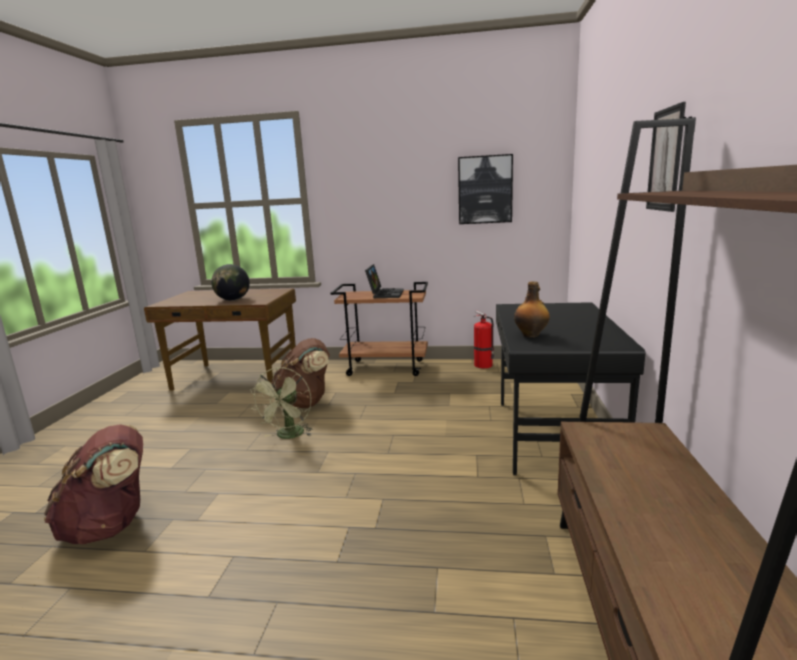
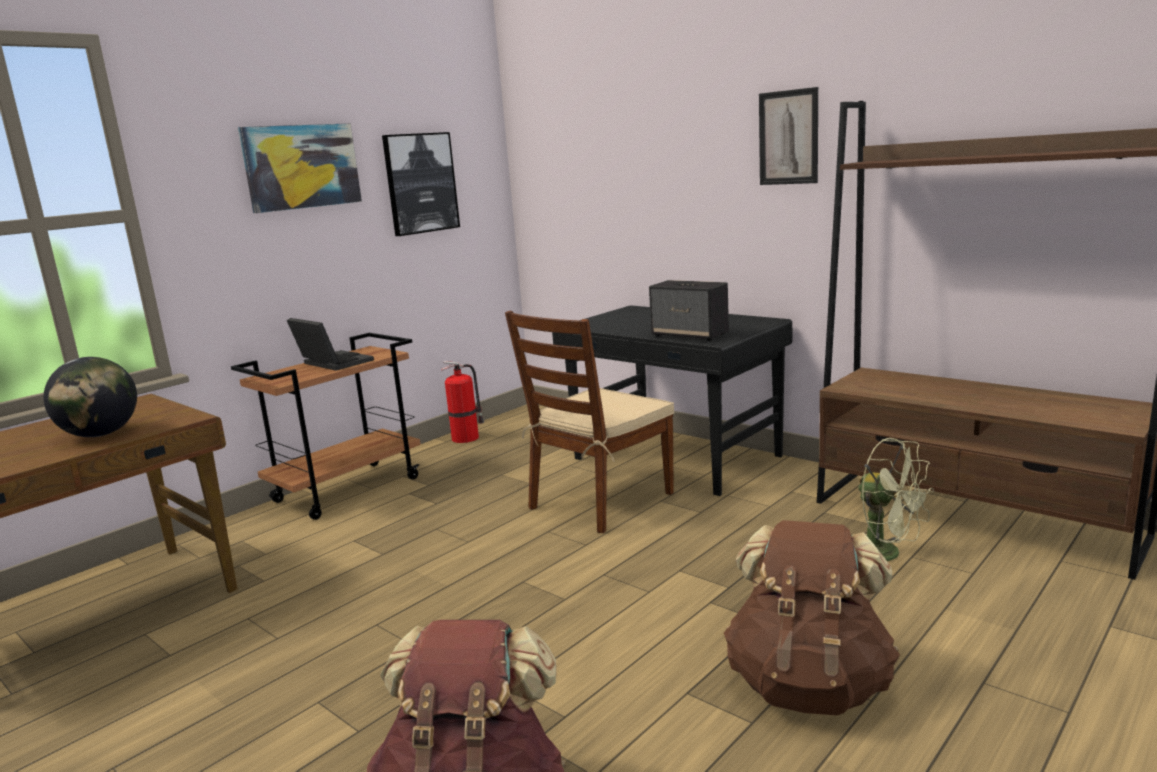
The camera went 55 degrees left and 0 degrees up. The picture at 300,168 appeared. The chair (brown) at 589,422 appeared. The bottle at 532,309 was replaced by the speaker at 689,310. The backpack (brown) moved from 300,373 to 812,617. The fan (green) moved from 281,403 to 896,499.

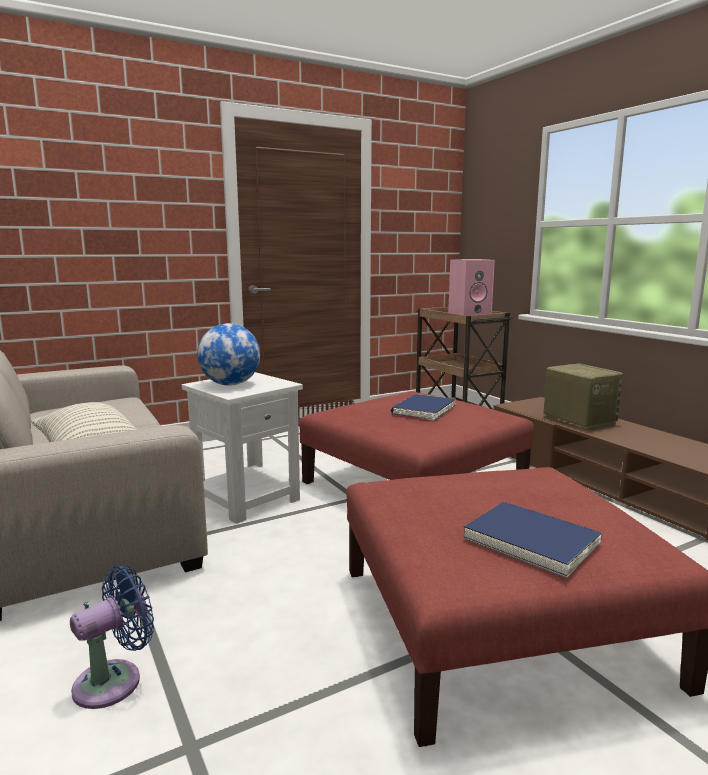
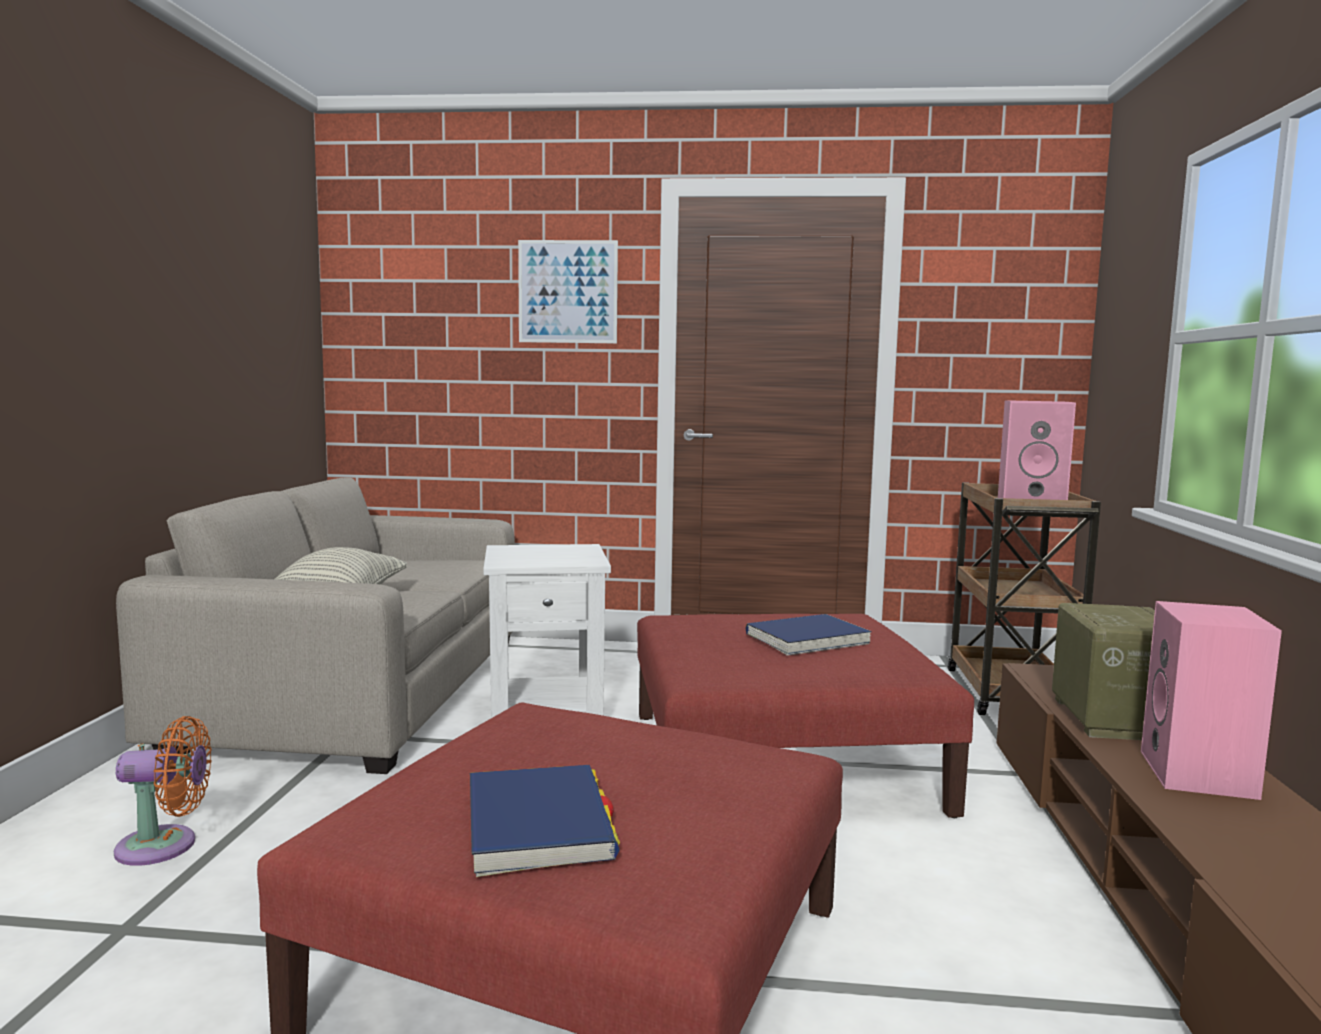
The camera went 35 degrees right and 5 degrees down. The fan (blue) at 112,637 became the fan (orange) at 163,791. The picture at 568,291 appeared. The speaker (pink) at 1211,700 appeared. The globe at 228,354 disappeared.

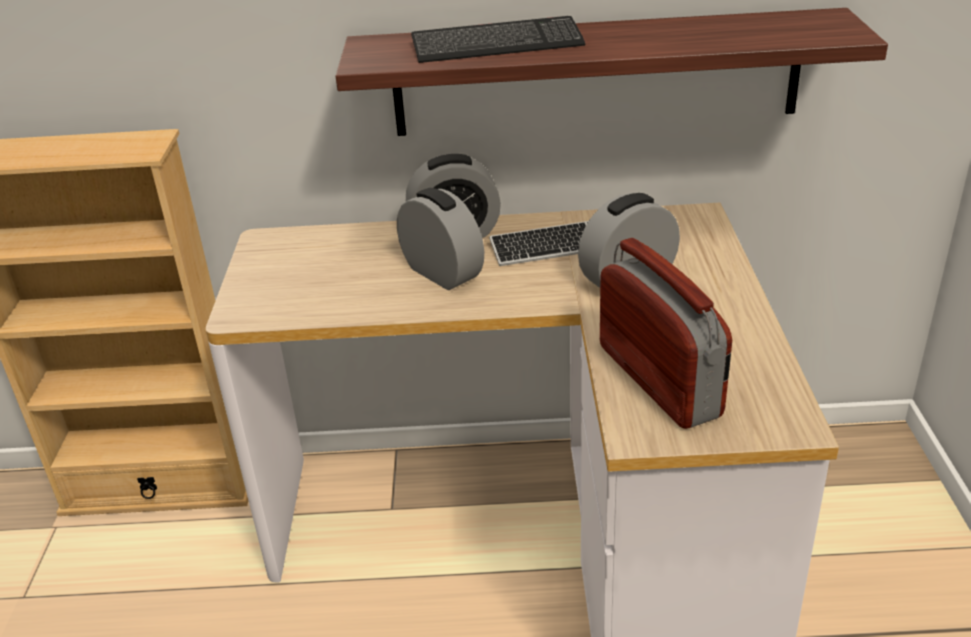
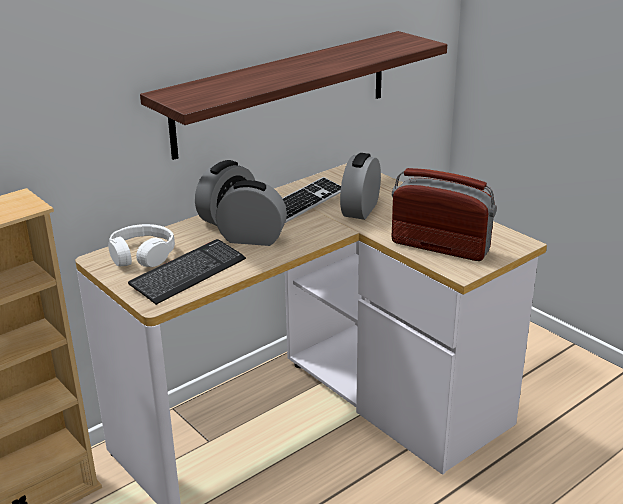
The camera went 40 degrees left and 5 degrees down. The headphones (white) at 141,245 appeared. The keyboard moved from 498,39 to 187,272.

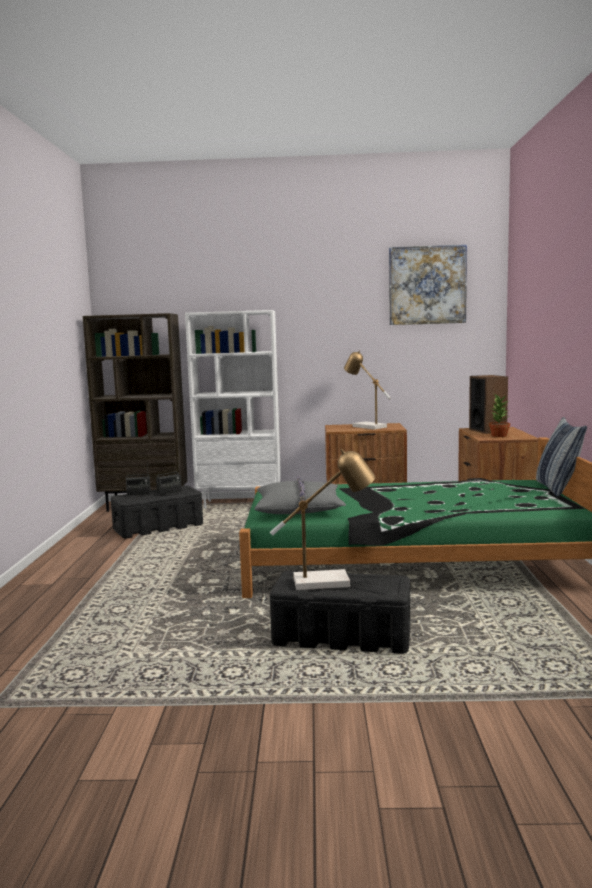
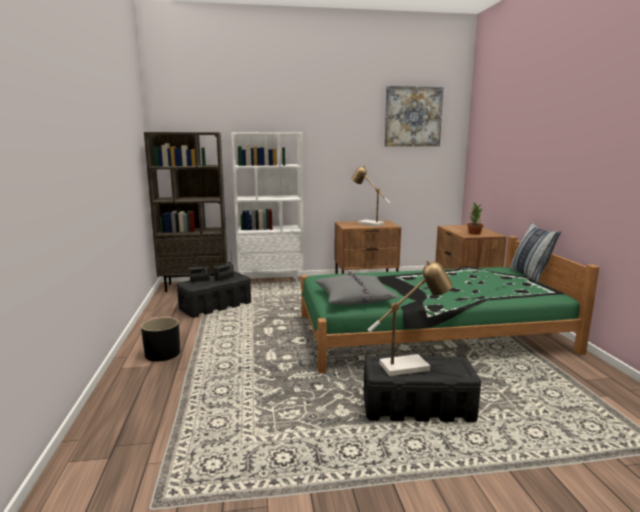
The camera went 10 degrees left and 5 degrees up. The planter (black) at 160,339 appeared. The speaker at 488,404 disappeared.

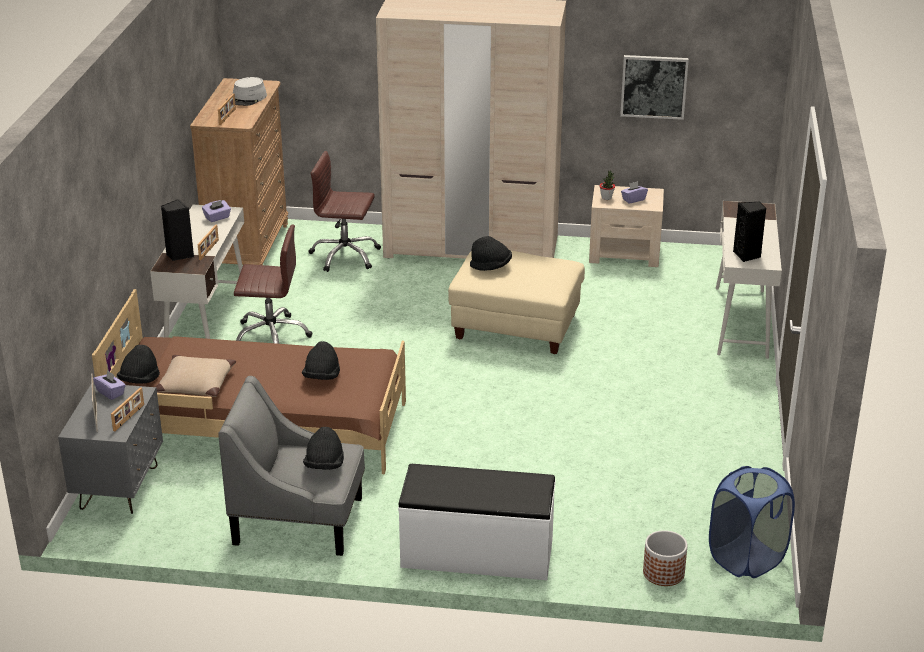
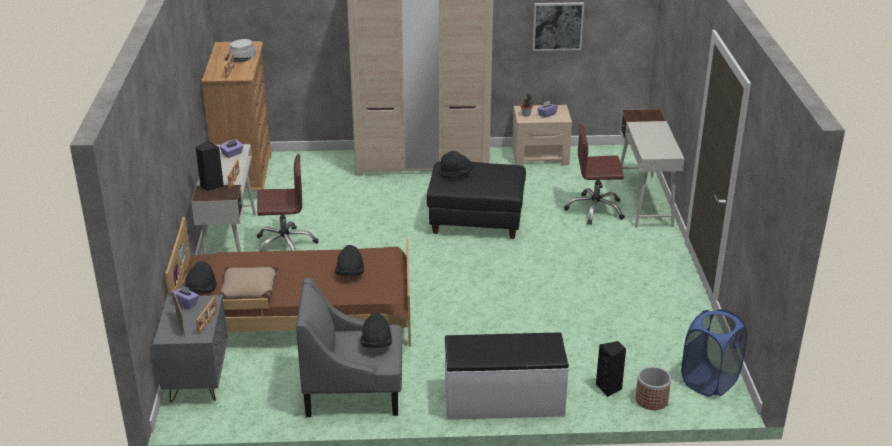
The camera went 10 degrees left and 0 degrees up. The ottoman (beige) at 516,302 became the ottoman (black) at 476,200. The office chair (brown) moved from 344,211 to 594,174. The speaker (black) moved from 749,232 to 611,369.

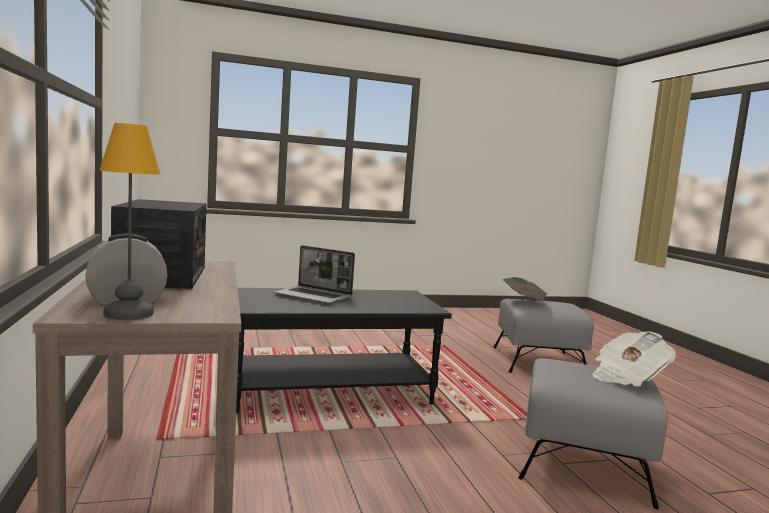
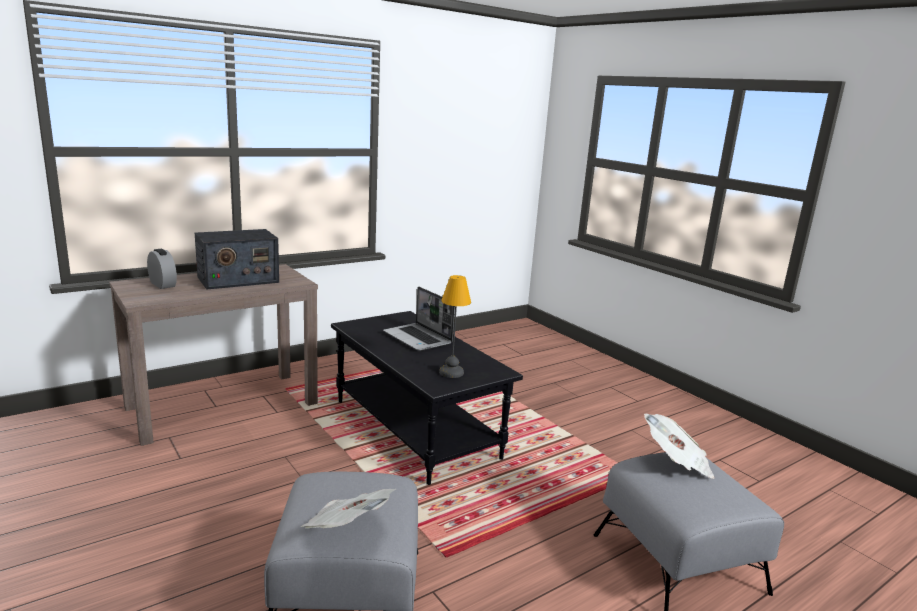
The camera went 70 degrees right and 10 degrees up. The laptop at 314,274 turned 45 degrees counterclockwise. The table lamp moved from 129,221 to 455,326.

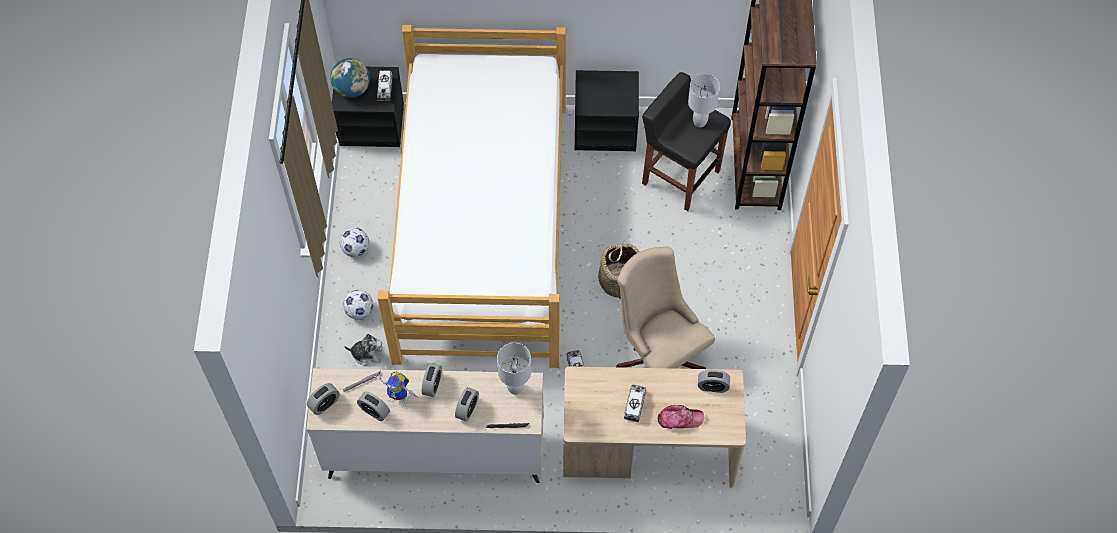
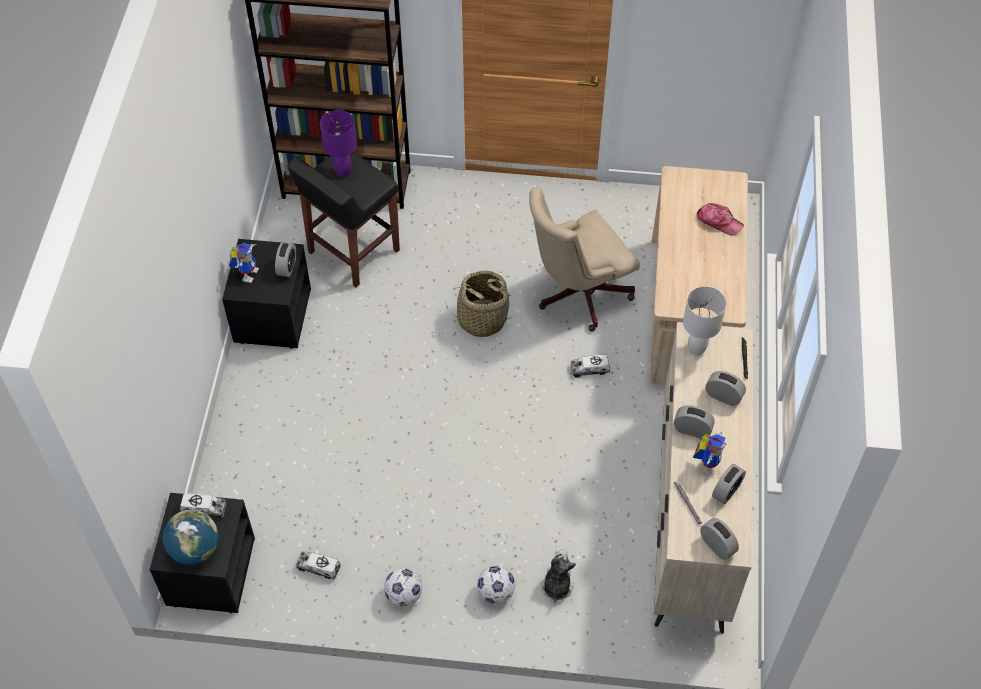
The camera went 85 degrees left and 5 degrees down. The toy robot at 244,263 appeared. The alarm clock moved from 714,381 to 285,259. The toy truck moved from 635,403 to 318,565. The table lamp (white) at 704,101 became the table lamp (purple) at 338,143. The cap at 680,417 turned 120 degrees clockwise. The bed at 472,196 disappeared.

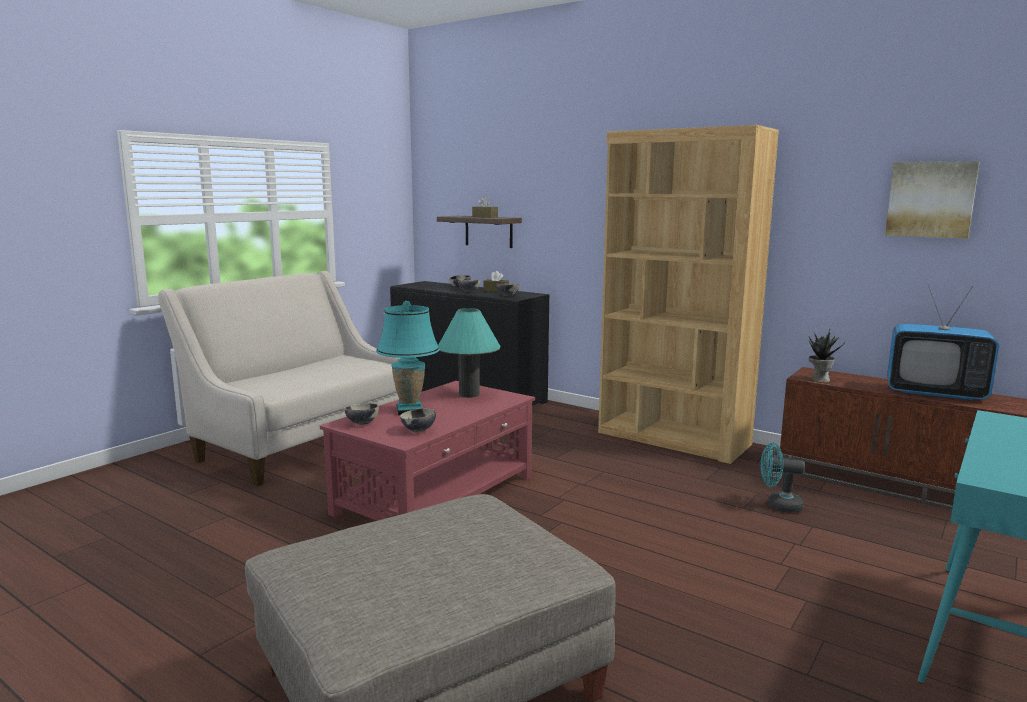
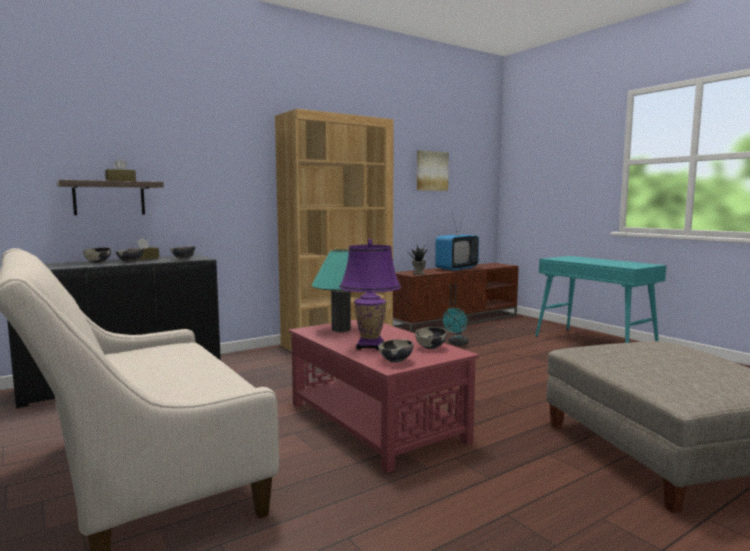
The camera went 70 degrees left and 5 degrees down. The table lamp (turquoise) at 408,358 became the table lamp (purple) at 370,294.

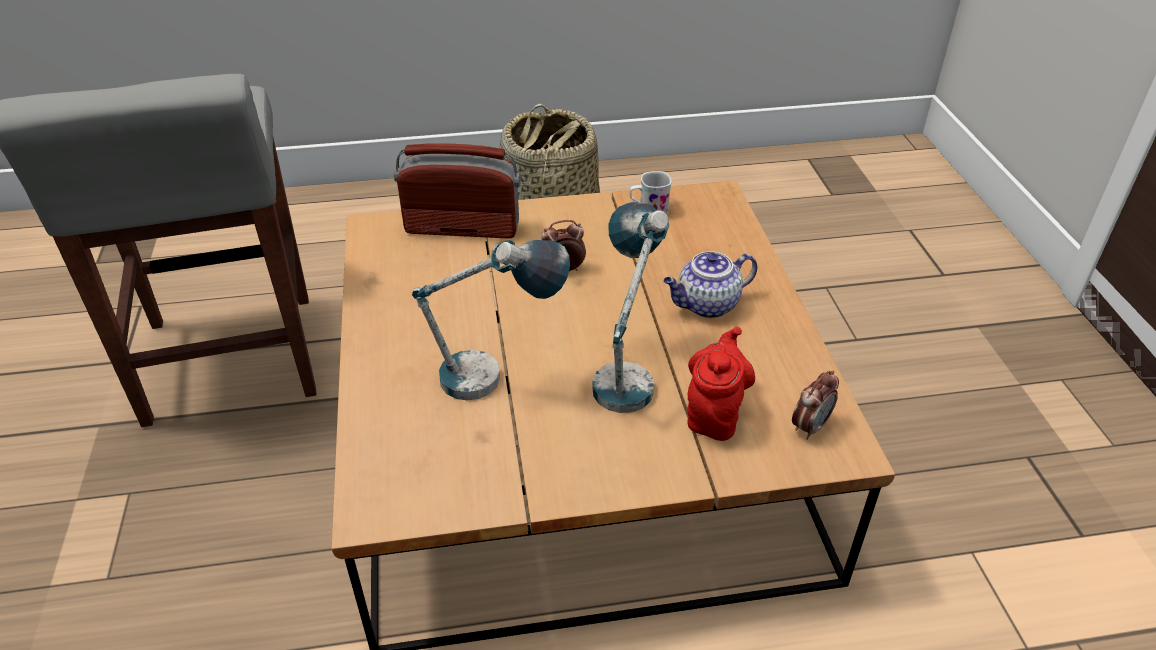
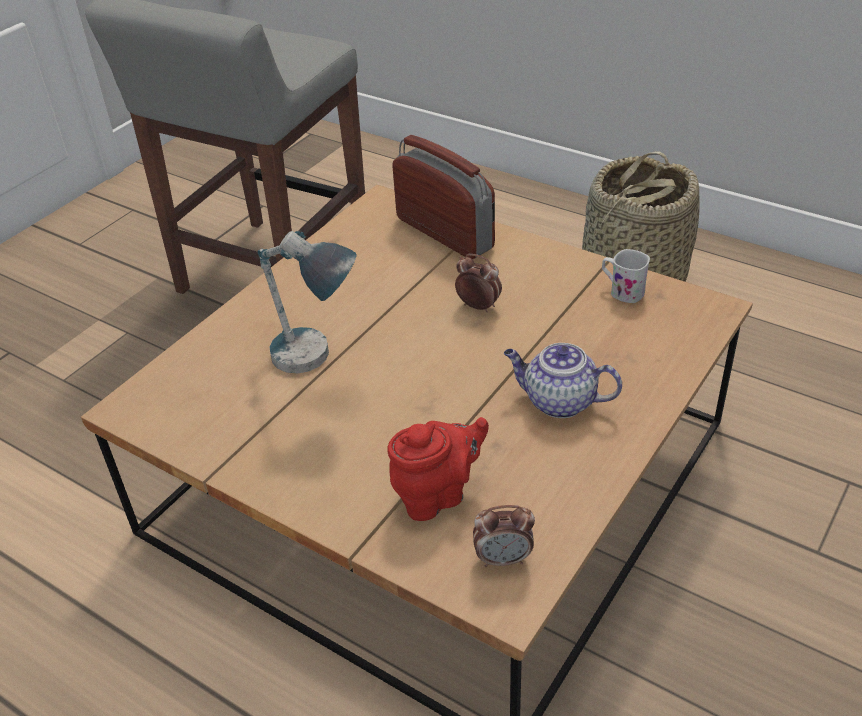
The camera went 45 degrees right and 0 degrees up. The table lamp at 631,307 disappeared.

